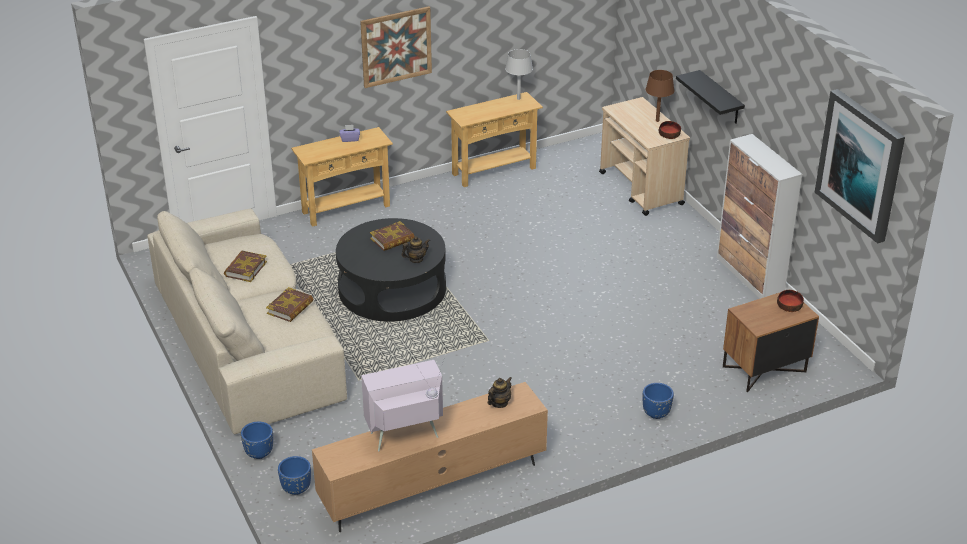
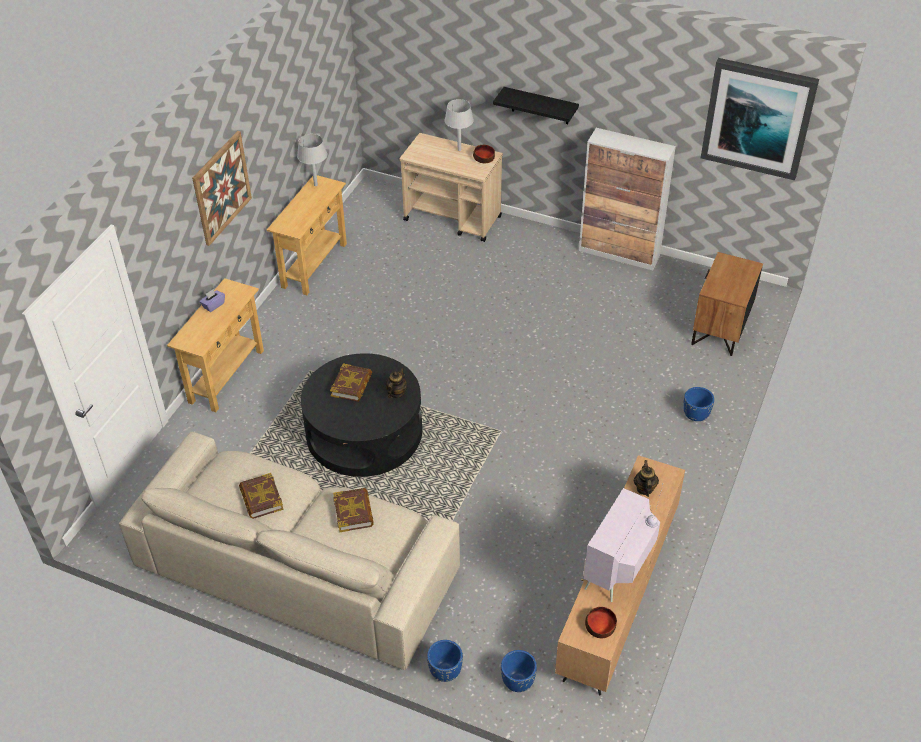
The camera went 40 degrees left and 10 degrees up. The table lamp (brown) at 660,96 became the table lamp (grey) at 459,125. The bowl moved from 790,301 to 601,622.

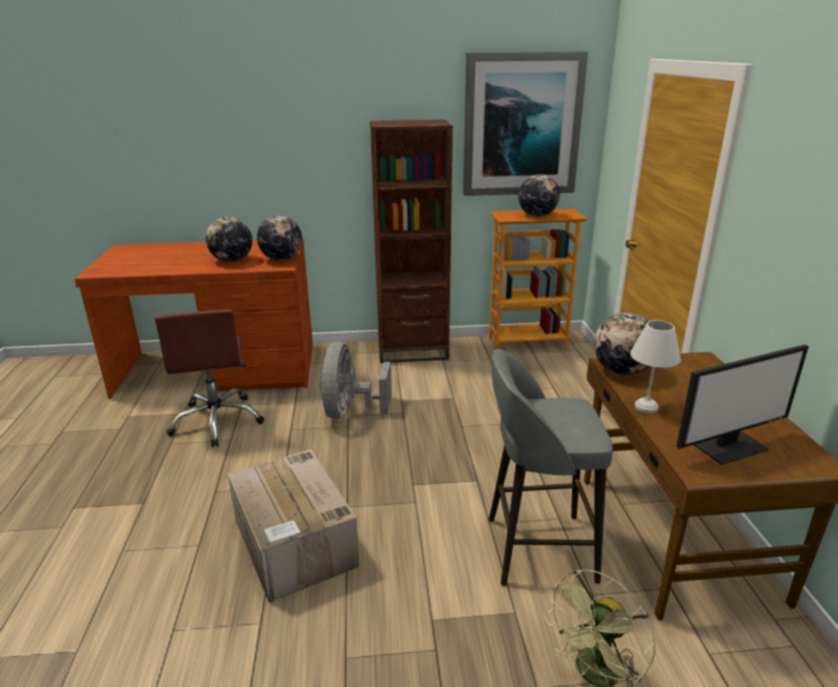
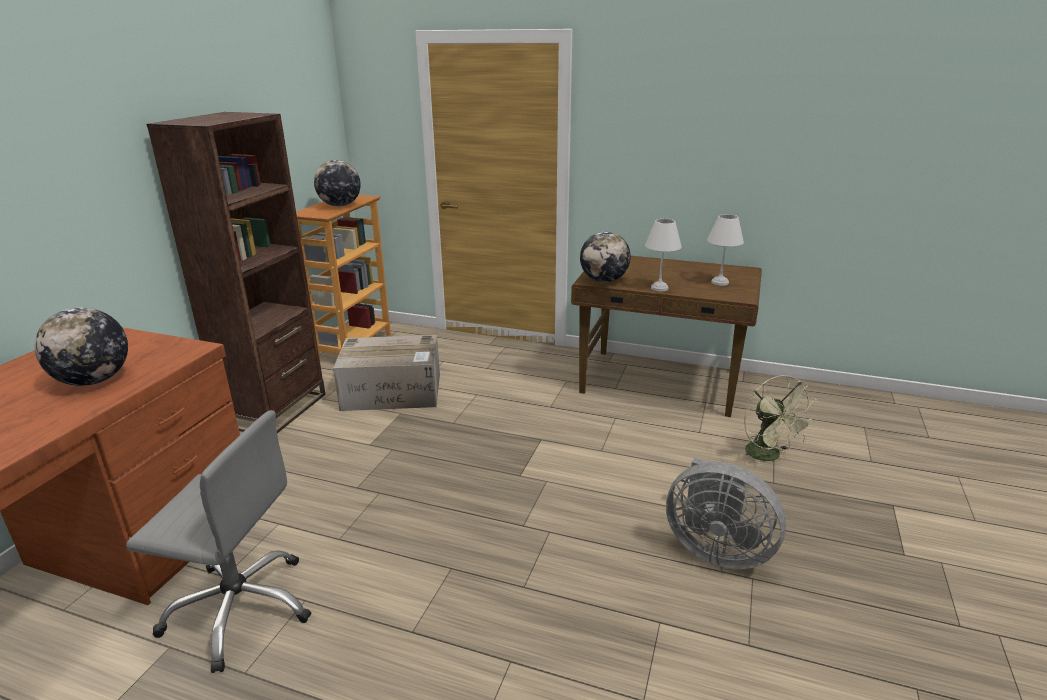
The camera went 65 degrees left and 0 degrees up. The office chair (brown) at 210,378 became the office chair (grey) at 218,541. The cardboard box moved from 294,526 to 386,373. The fan (grey) moved from 356,380 to 726,513. The monitor at 742,405 was replaced by the table lamp (white) at 725,250. The globe at 279,238 disappeared. The picture at 525,124 disappeared. The stool (grey) at 551,467 disappeared.

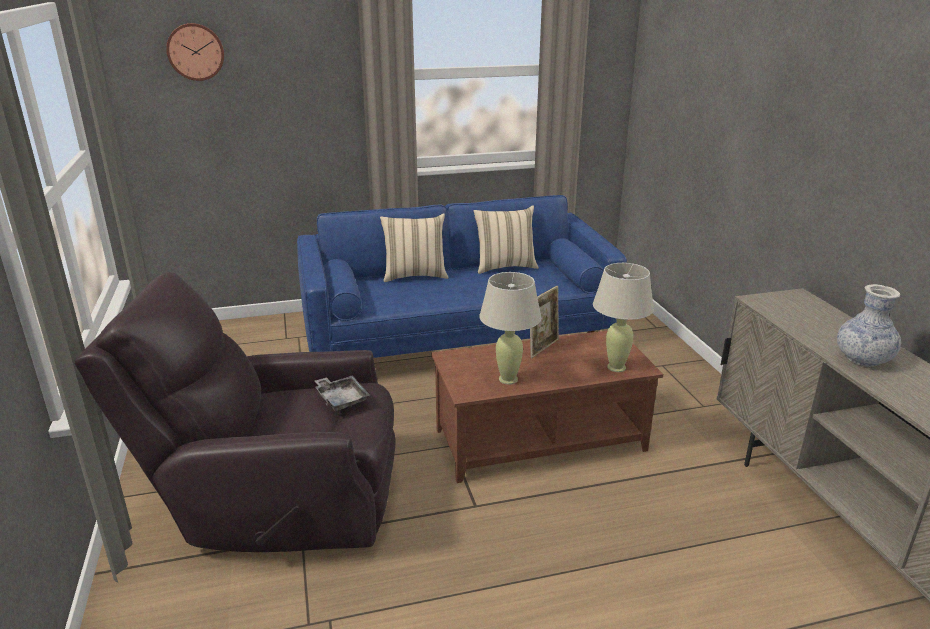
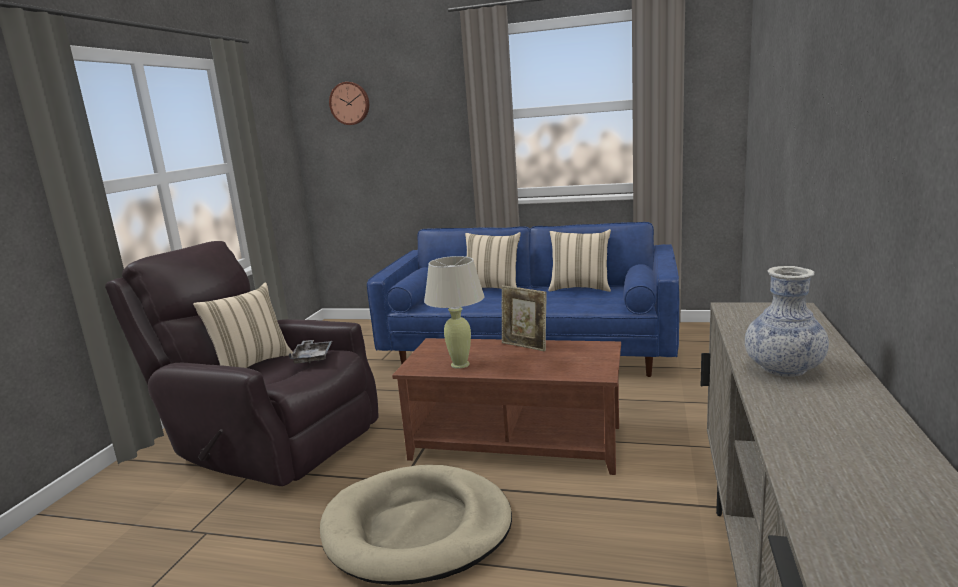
The camera went 30 degrees right and 10 degrees down. The pillow (beige) at 243,325 appeared. The dog bed (beige) at 416,525 appeared. The picture frame at 544,322 turned 60 degrees clockwise. The table lamp (beige) at 623,317 disappeared.

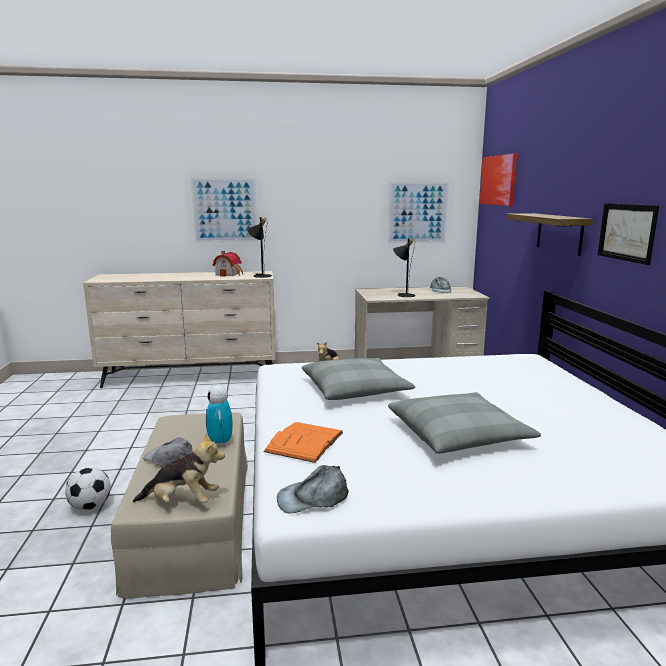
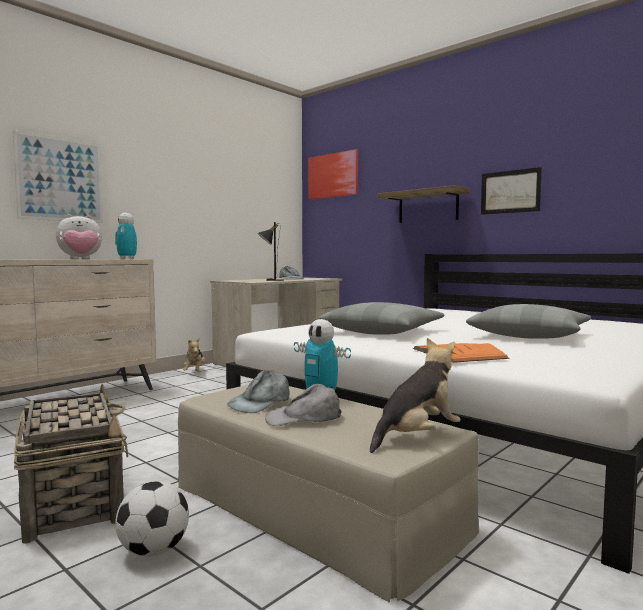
The camera went 40 degrees left and 10 degrees down. The basket at 71,464 appeared. The toy house at 228,264 was replaced by the plush toy at 79,236. The table lamp (black) at 260,247 was replaced by the toy robot at 126,236. The cap (grey) moved from 313,489 to 258,391. The picture at 418,212 disappeared.

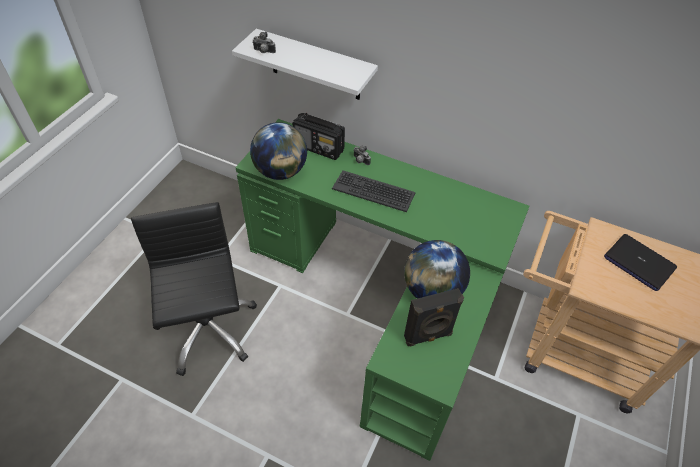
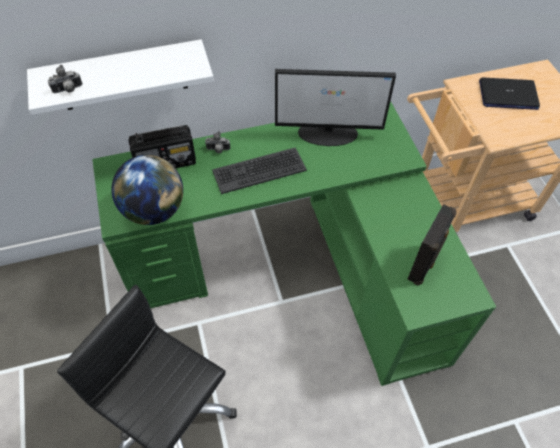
The camera went 40 degrees left and 5 degrees up. The monitor at 335,107 appeared. The globe at 437,269 disappeared.

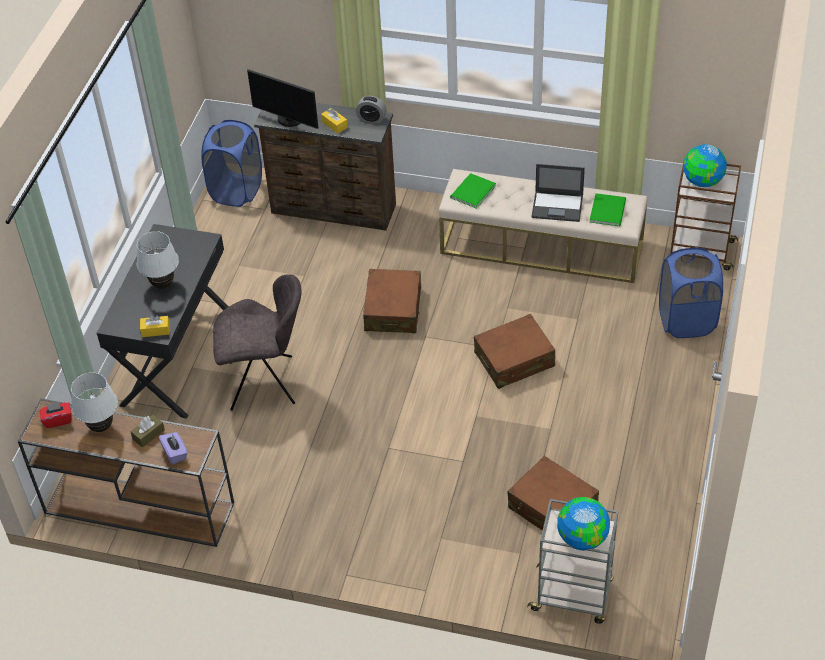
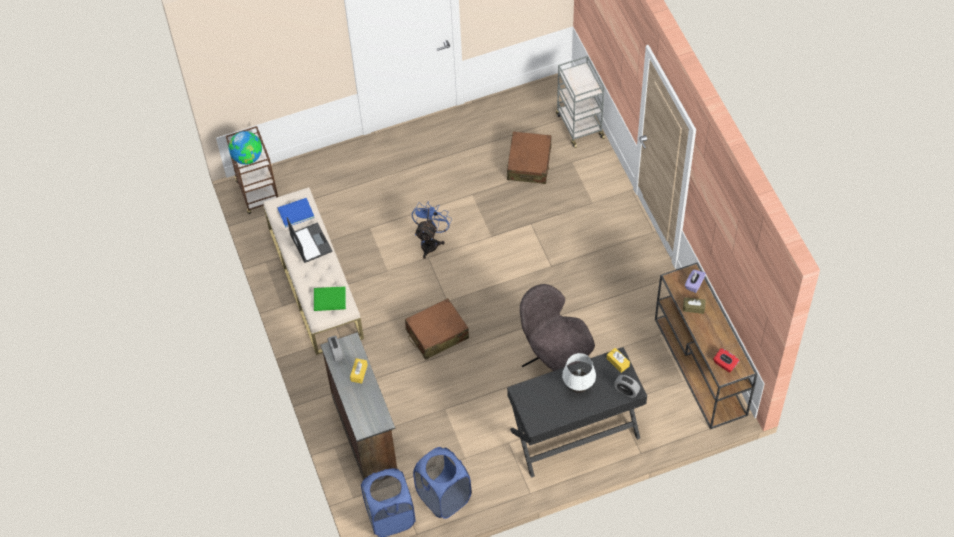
The camera went 125 degrees left and 10 degrees up. The book (green) at 608,209 became the book (blue) at 296,213. The suitcase (brown) at 514,351 was replaced by the fan (blue) at 432,230. The laundry basket (blue) moved from 691,292 to 442,483. The alarm clock at 627,386 appeared. The table lamp (white) at 94,402 disappeared. The monitor at 282,99 disappeared. The globe at 583,523 disappeared.

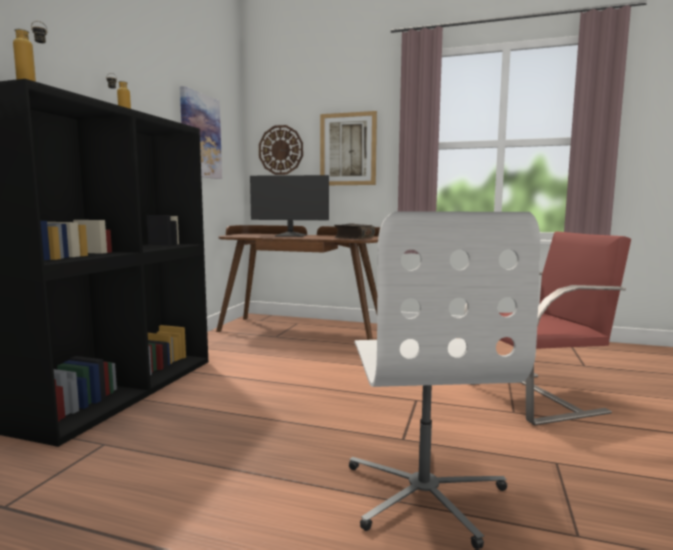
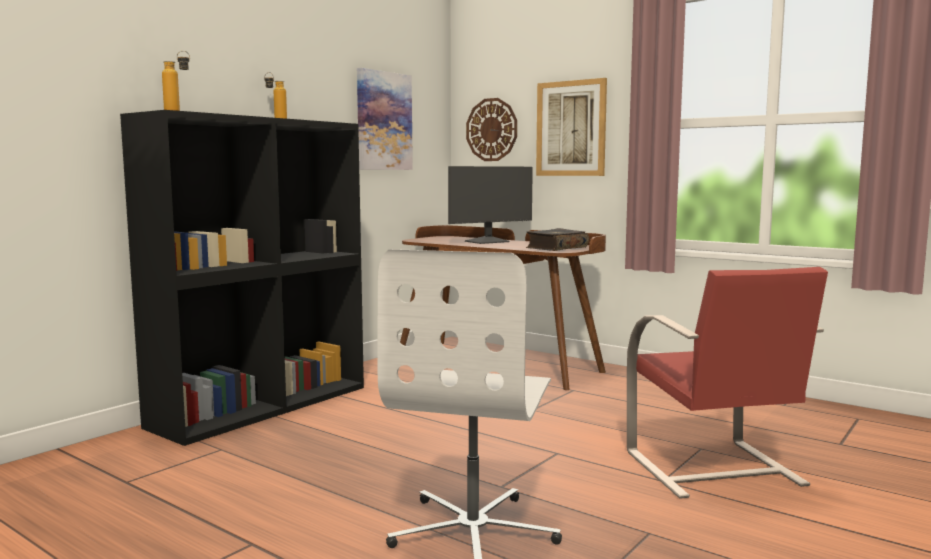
The camera went 20 degrees right and 0 degrees up. The monitor at 289,206 turned 60 degrees counterclockwise. The chair (red) at 547,328 turned 75 degrees clockwise.

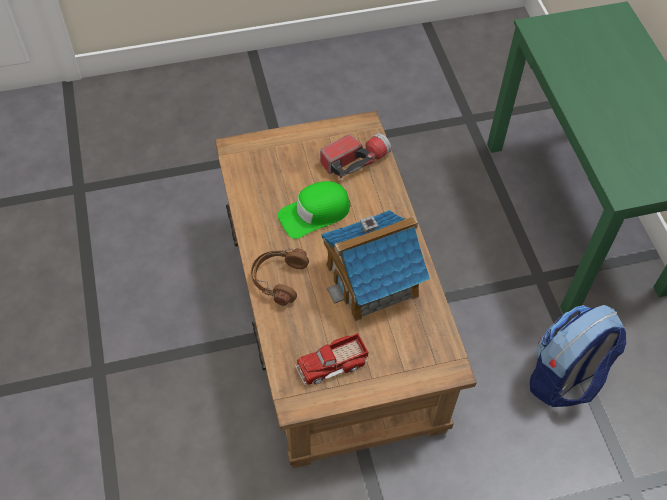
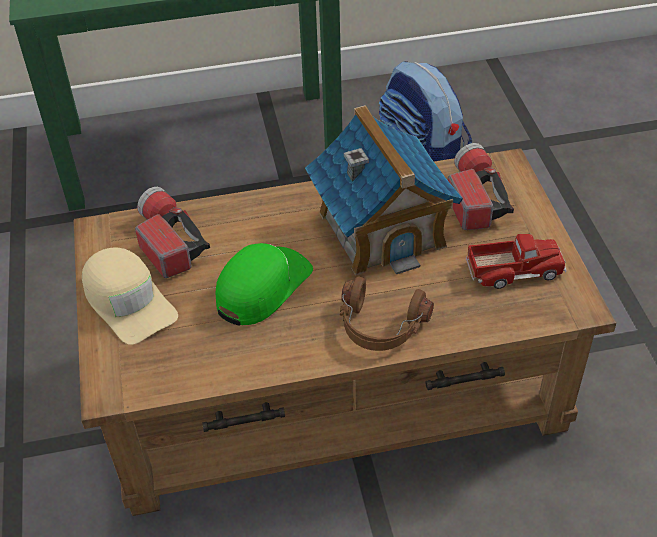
The camera went 85 degrees left and 10 degrees down. The cap (beige) at 130,296 appeared. The cap (green) at 314,210 turned 120 degrees counterclockwise. The flashlight at 481,186 appeared. The toy truck at 332,359 turned 75 degrees counterclockwise.

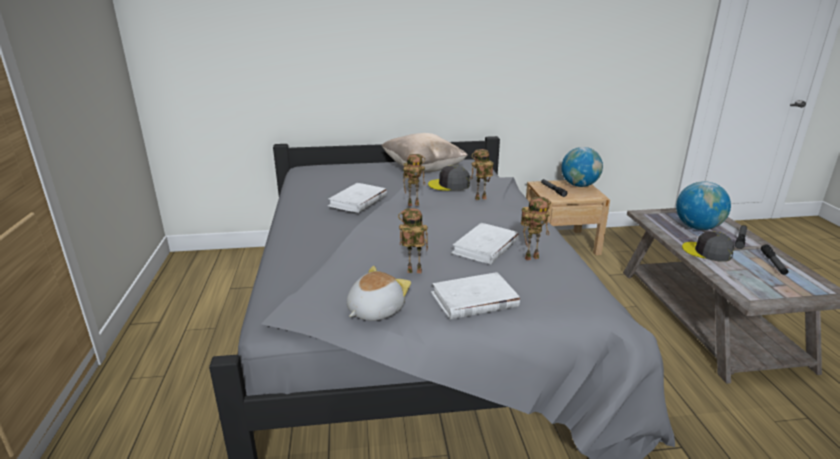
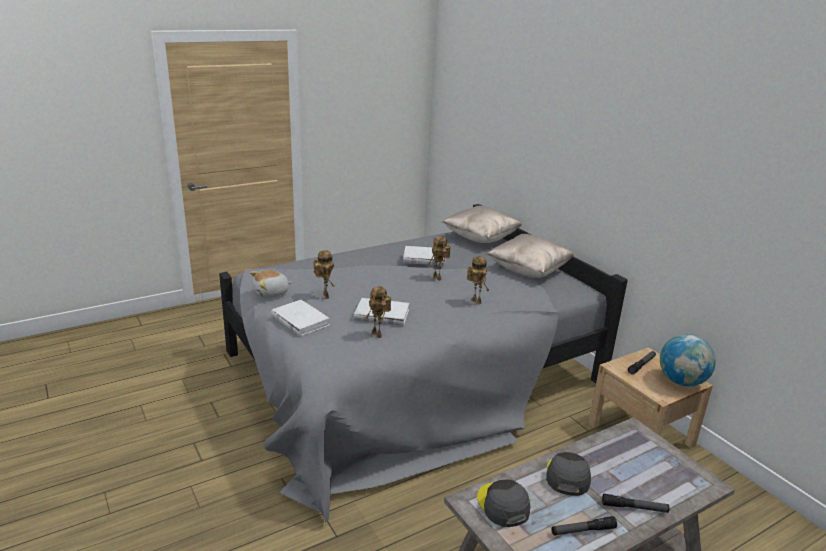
The camera went 65 degrees right and 0 degrees up. The plush toy at 379,293 turned 135 degrees clockwise. The pillow (beige) at 482,224 appeared. The cap (grey) moved from 449,177 to 503,503. The globe at 703,205 disappeared.

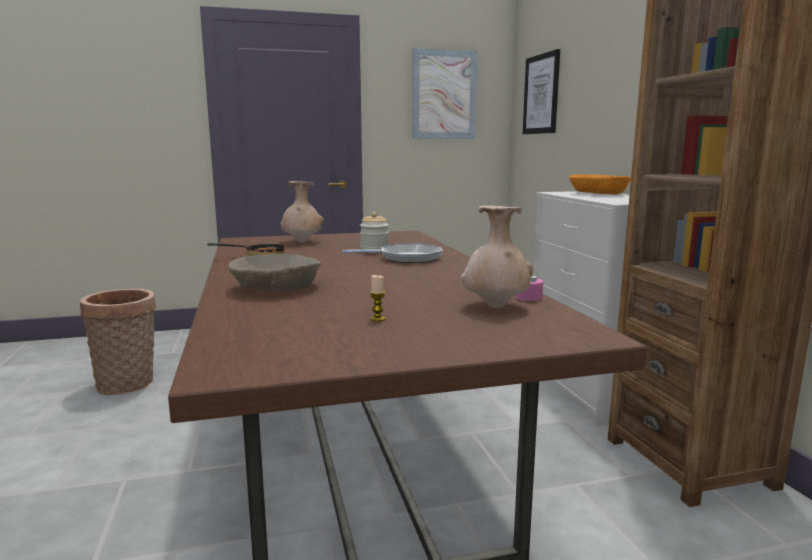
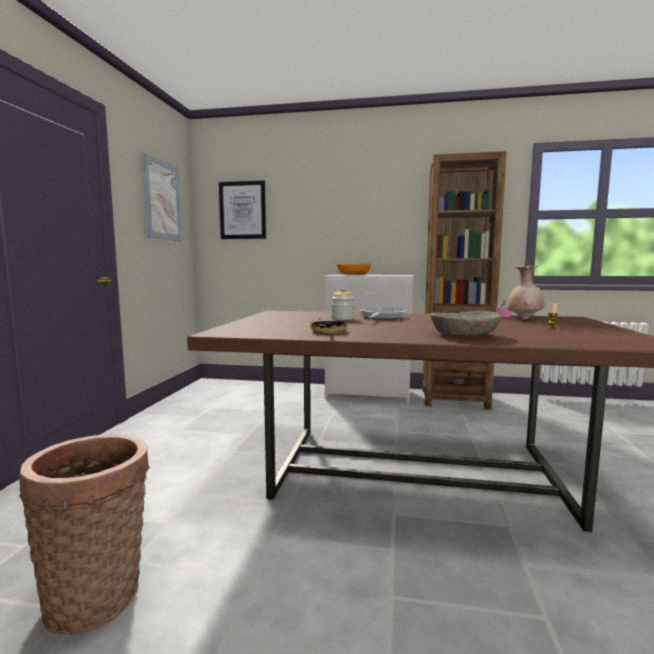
The camera went 65 degrees left and 5 degrees down. The vase (beige) at 302,212 disappeared.

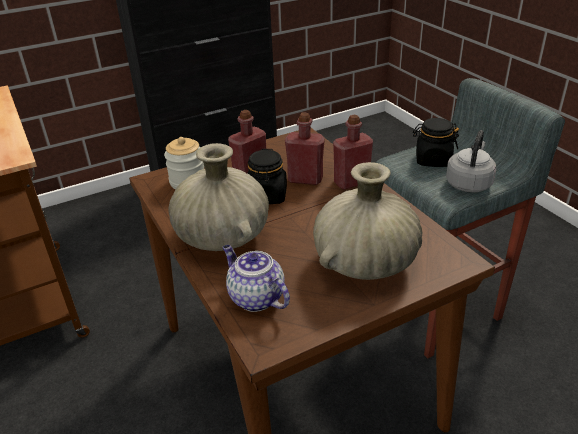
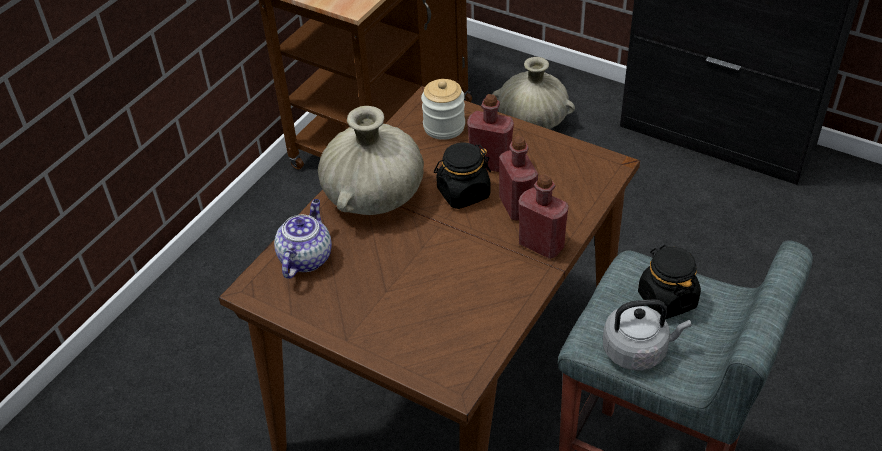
The camera went 60 degrees right and 10 degrees up. The vase (beige) moved from 367,221 to 533,93.

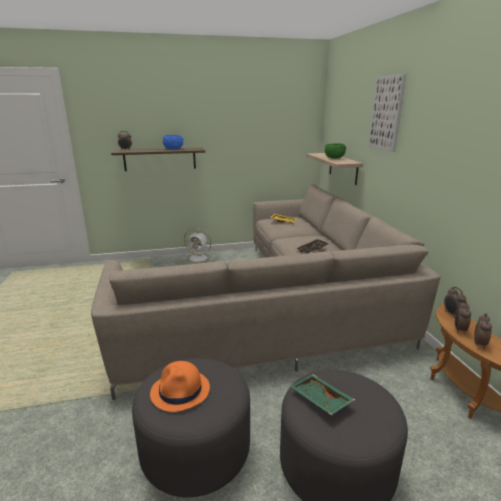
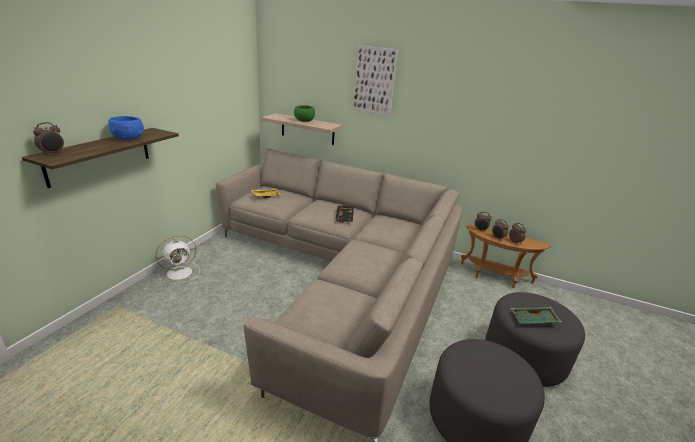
The camera went 55 degrees left and 5 degrees up. The hat (orange) at 180,386 disappeared.

